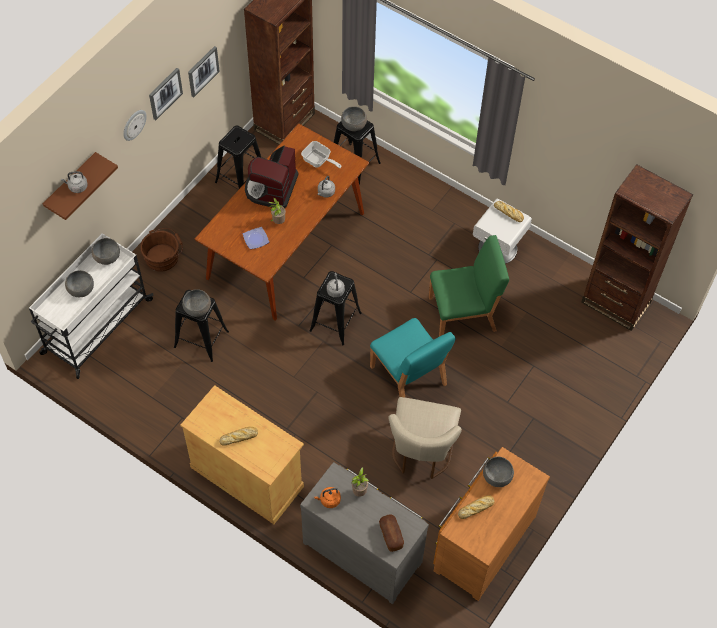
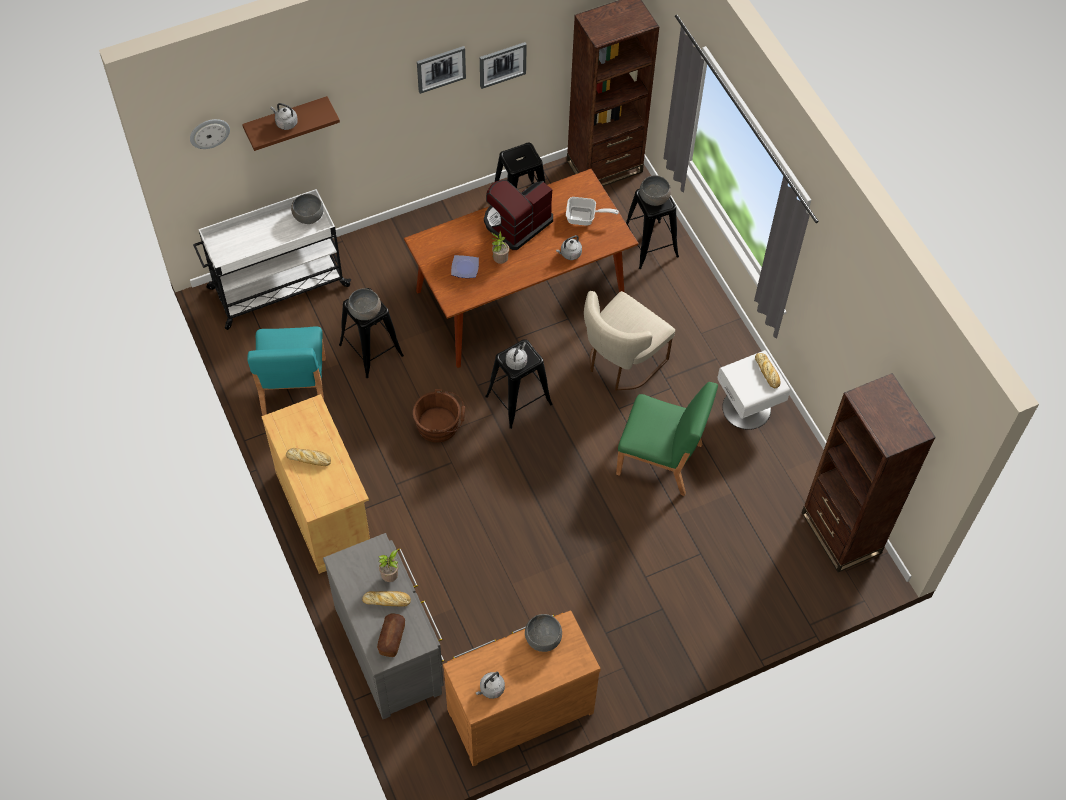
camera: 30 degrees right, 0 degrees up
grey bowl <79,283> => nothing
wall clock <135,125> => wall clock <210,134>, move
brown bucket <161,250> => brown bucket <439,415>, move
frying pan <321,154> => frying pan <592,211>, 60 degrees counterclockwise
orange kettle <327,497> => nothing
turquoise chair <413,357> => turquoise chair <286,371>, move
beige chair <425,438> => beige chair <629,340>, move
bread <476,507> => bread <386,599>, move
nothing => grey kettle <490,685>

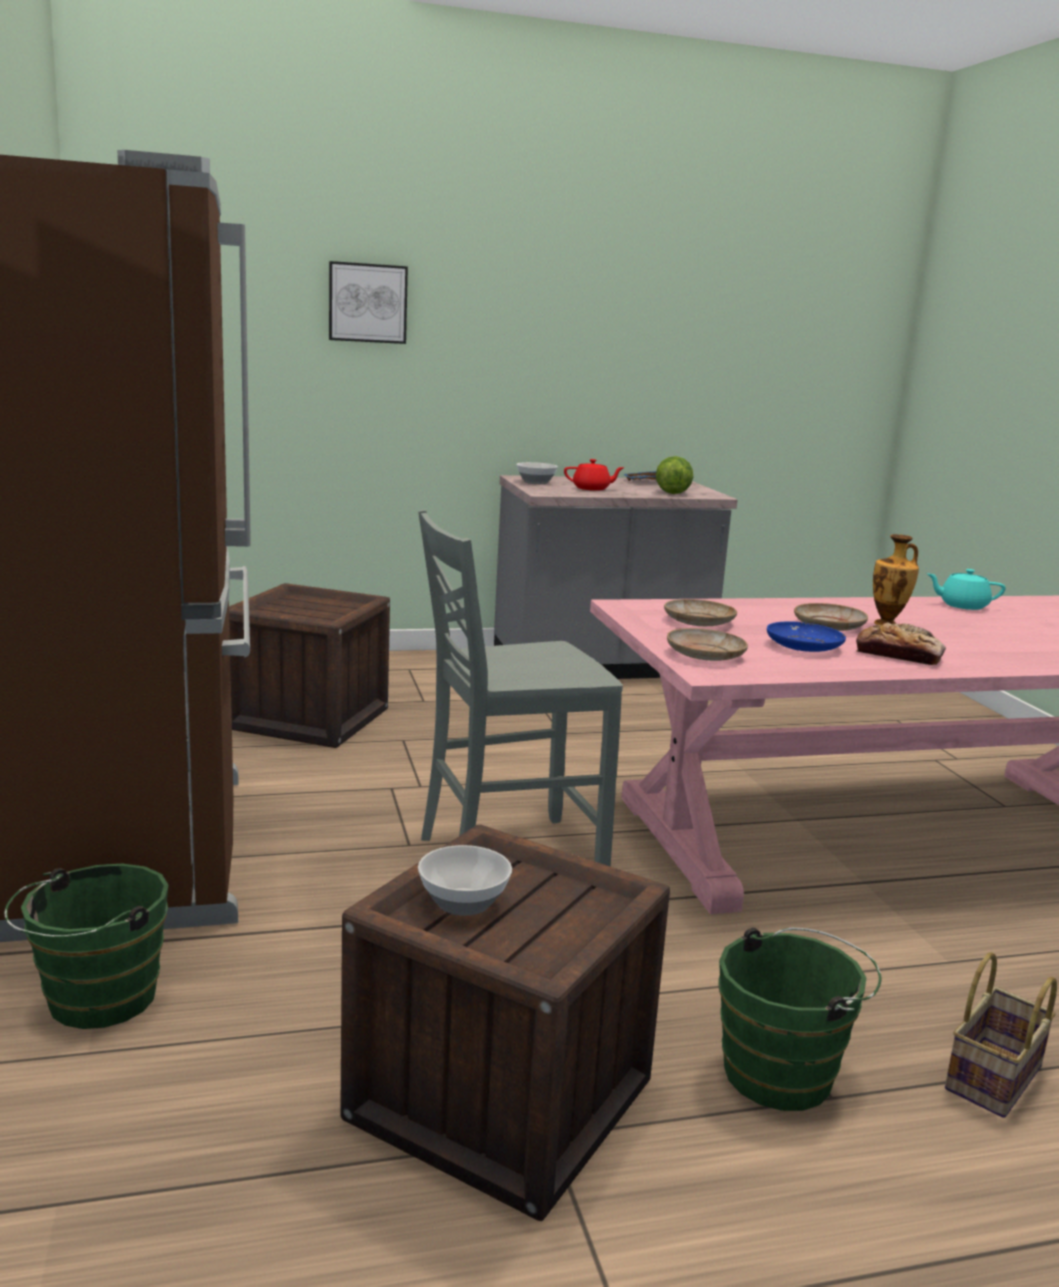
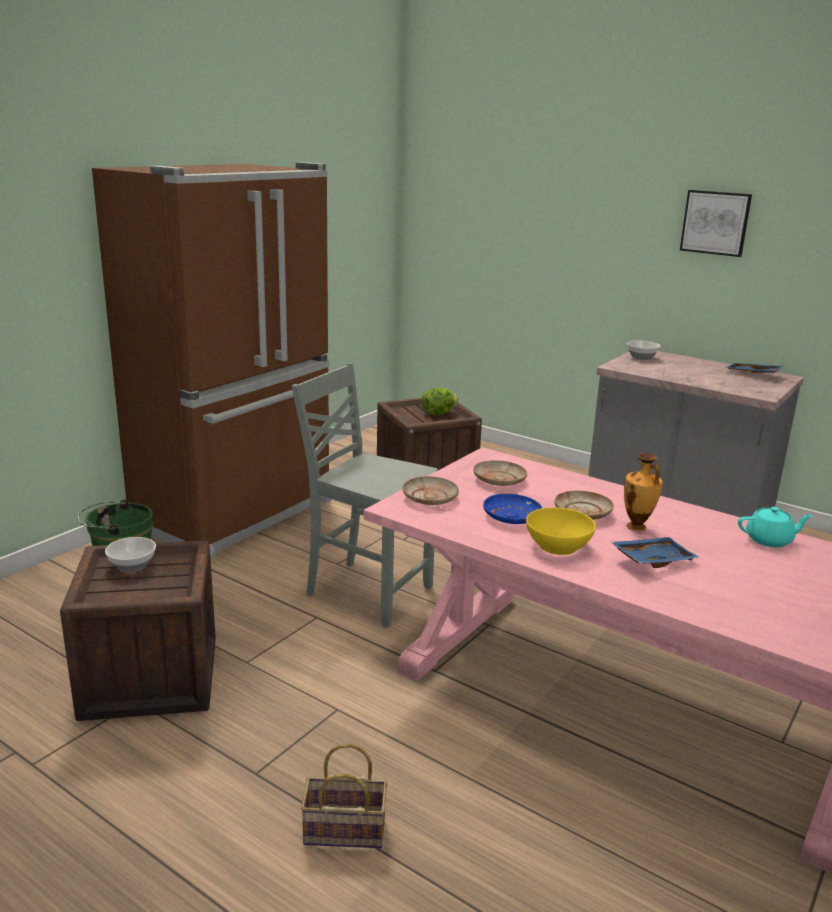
camera: 50 degrees right, 5 degrees up
picture <368,302> => picture <716,223>, move
red teapot <594,475> => nothing
lettuce <674,475> => lettuce <439,401>, move
green bucket <800,1019> => nothing
bread <901,643> => yellow bowl <561,531>
turquoise teapot <966,589> => turquoise teapot <775,527>, 120 degrees clockwise
nothing => blue tray <655,552>

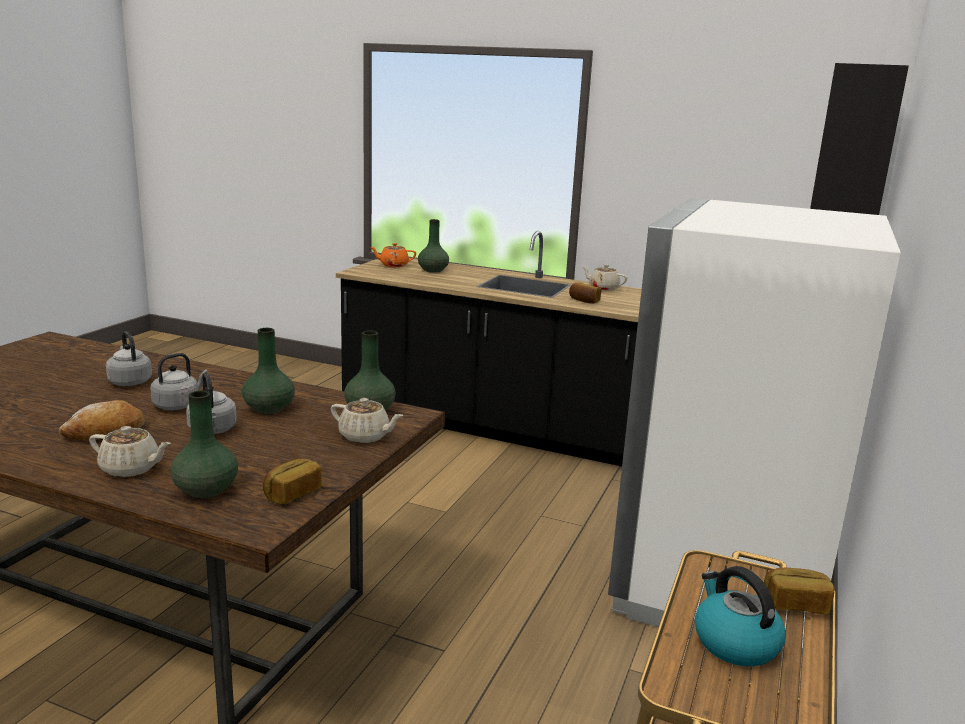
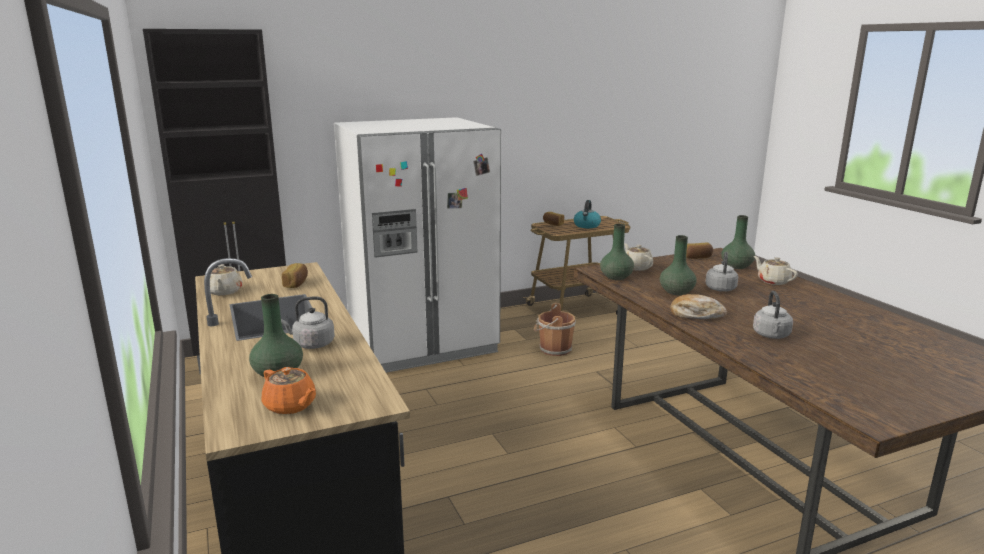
camera: 135 degrees left, 0 degrees up
bread <102,420> => bread <698,306>, move
grey kettle <179,381> => grey kettle <308,323>, move
nothing => brown bucket <555,329>

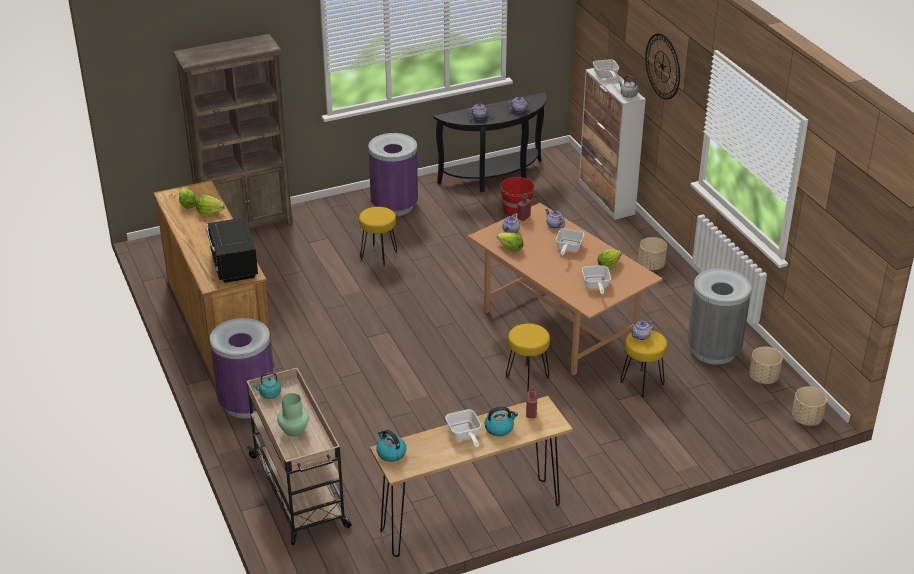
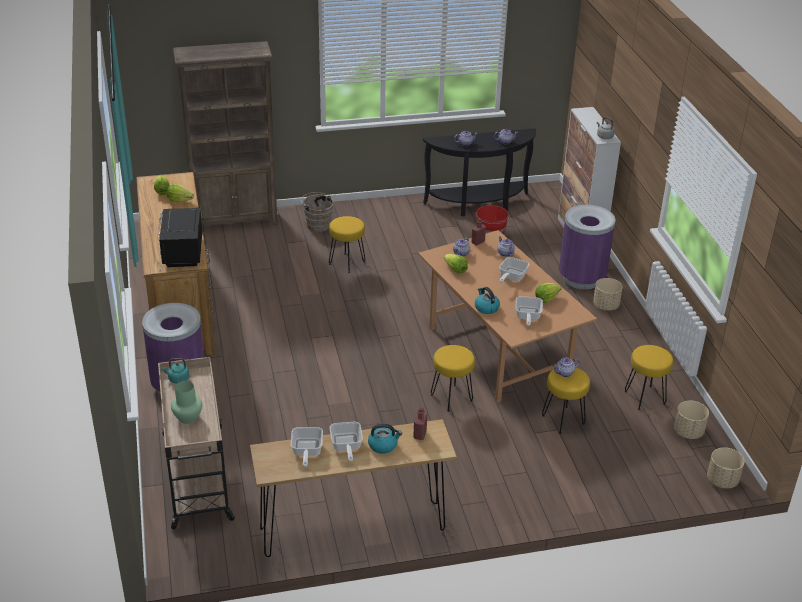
camera: 10 degrees right, 0 degrees up
purple trash can <393,174> => purple trash can <587,247>, move
kettle <391,446> => kettle <487,300>, move
frying pan <606,69> => frying pan <307,447>, move
wall clock <662,66> => nothing
grey trash can <719,317> => yellow stool <648,377>
nothing => brown bucket <317,212>

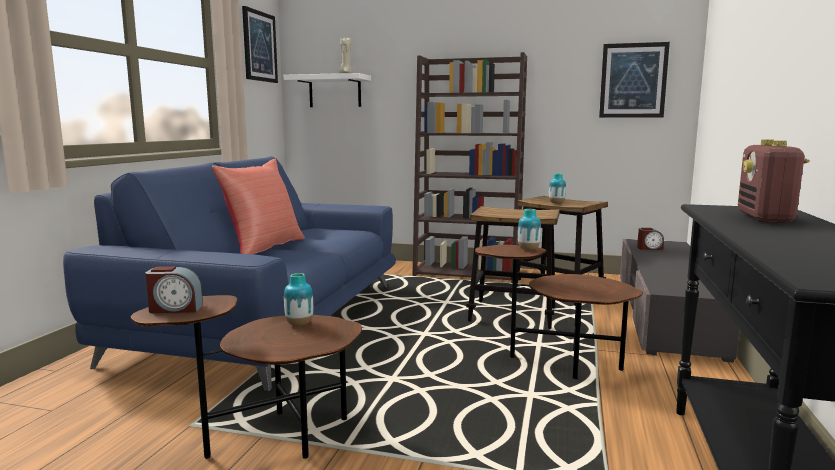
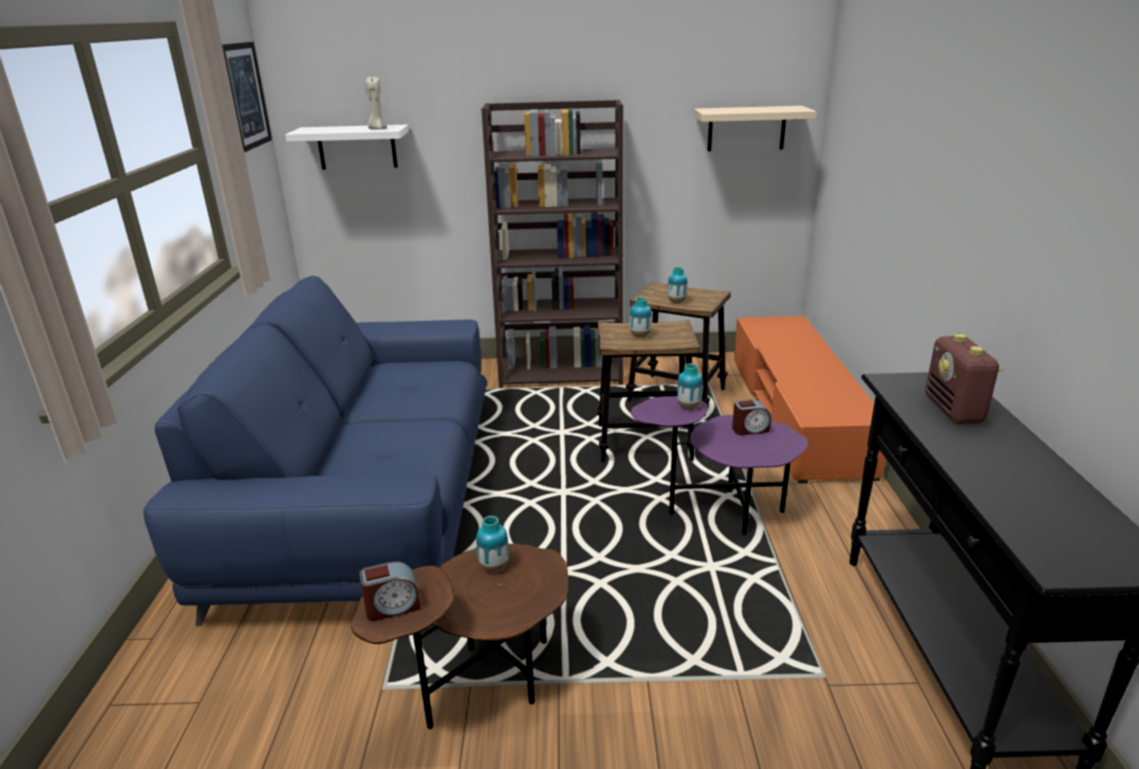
camera: 15 degrees left, 15 degrees up
red pillow <258,207> => nothing
brown side table <559,312> => purple side table <719,465>
picture <634,80> => beige shelf <755,128>
grey tv stand <679,301> => orange tv stand <810,399>
alarm clock <650,239> => alarm clock <751,417>, move
nothing => vase <641,317>

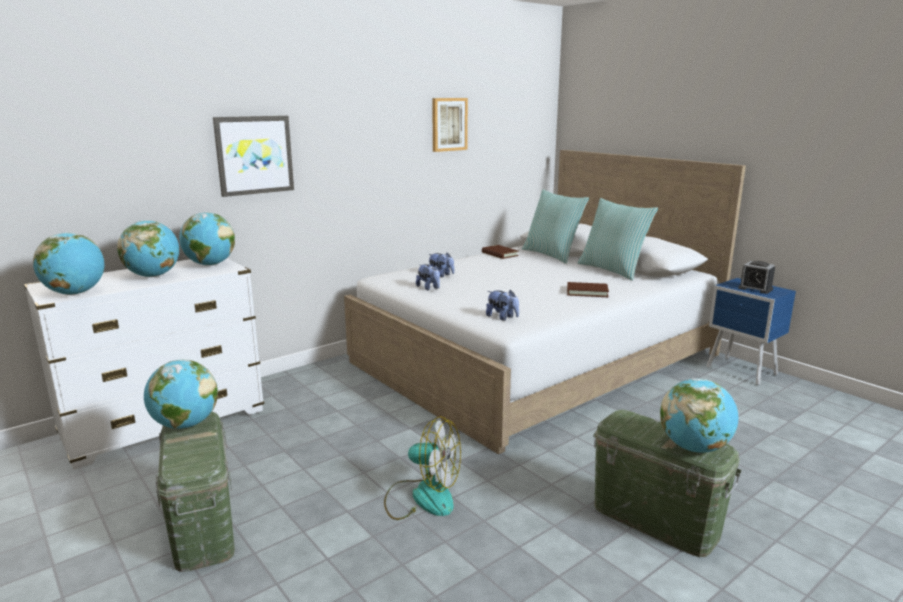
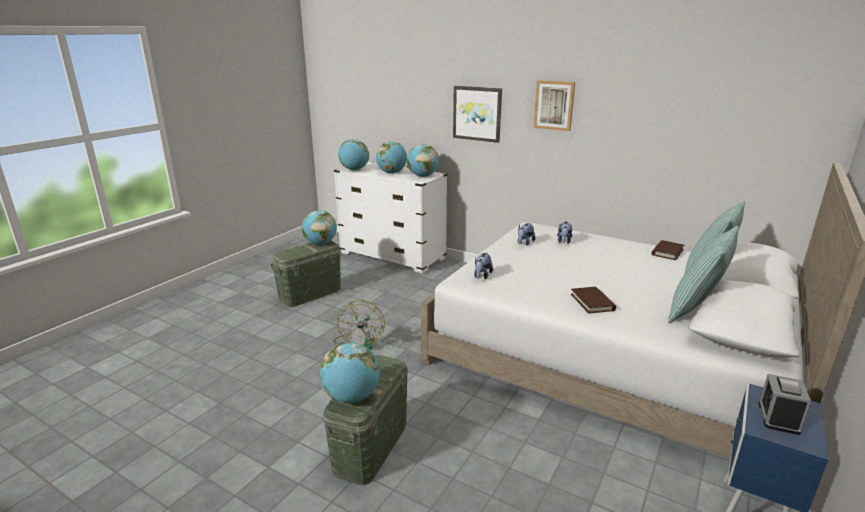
camera: 70 degrees right, 5 degrees up
picture <450,125> => picture <554,105>, move

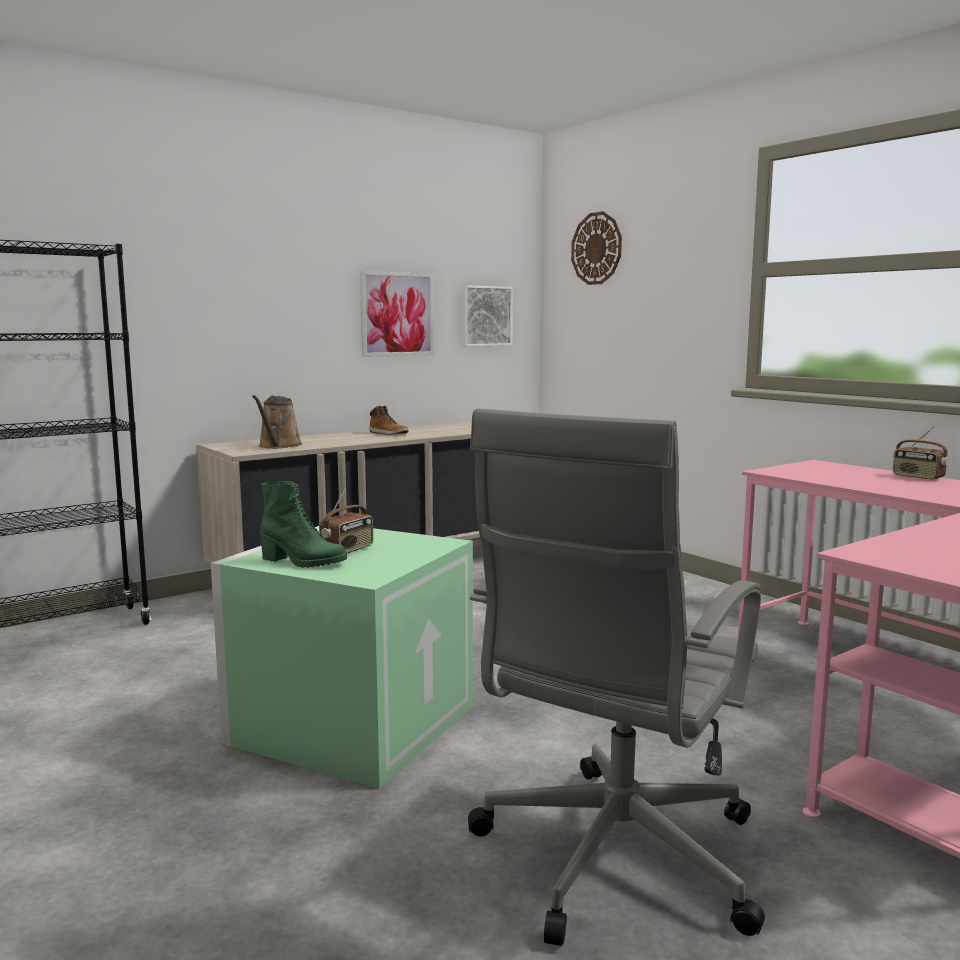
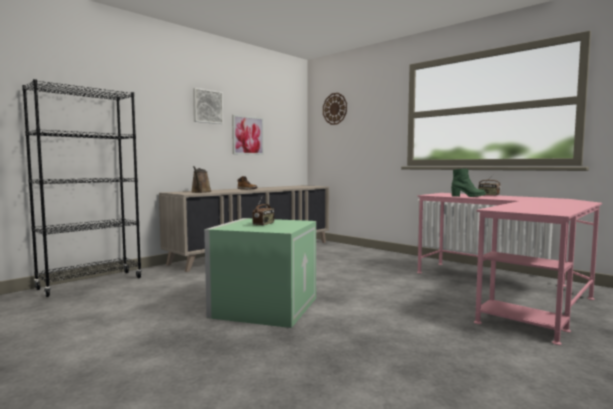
camera: 10 degrees left, 5 degrees down
green boot <303,524> => green boot <468,182>, move
picture <487,316> => picture <208,106>, move
grey office chair <616,677> => nothing

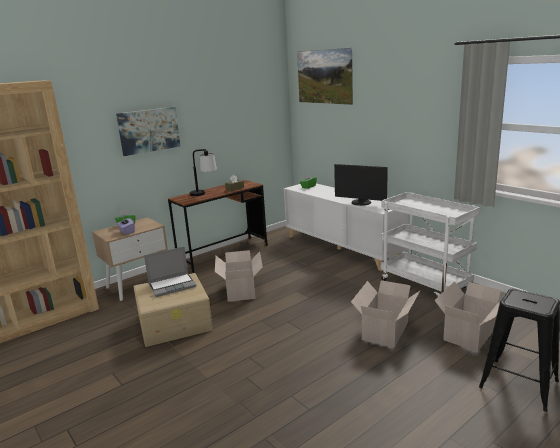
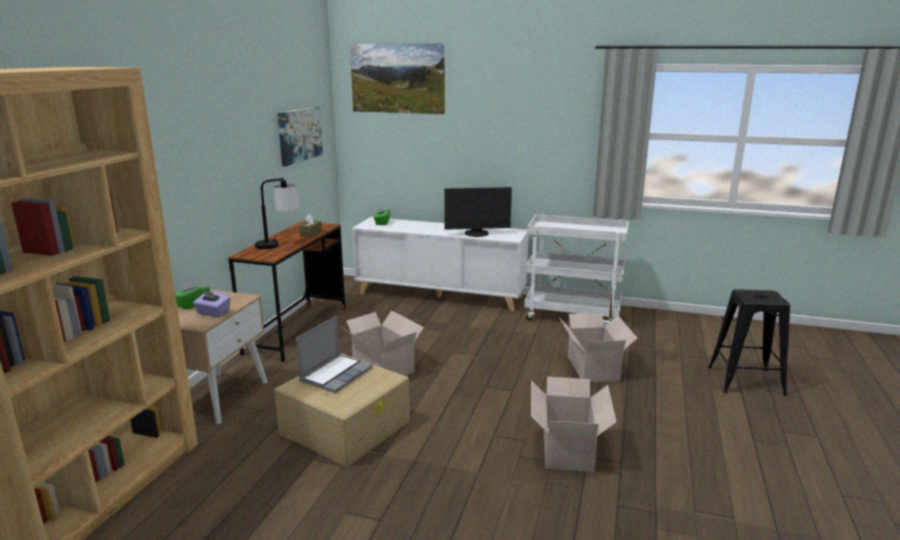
camera: 35 degrees left, 0 degrees up
picture <148,131> => picture <300,136>, move
cardboard box <467,316> => cardboard box <574,424>, move

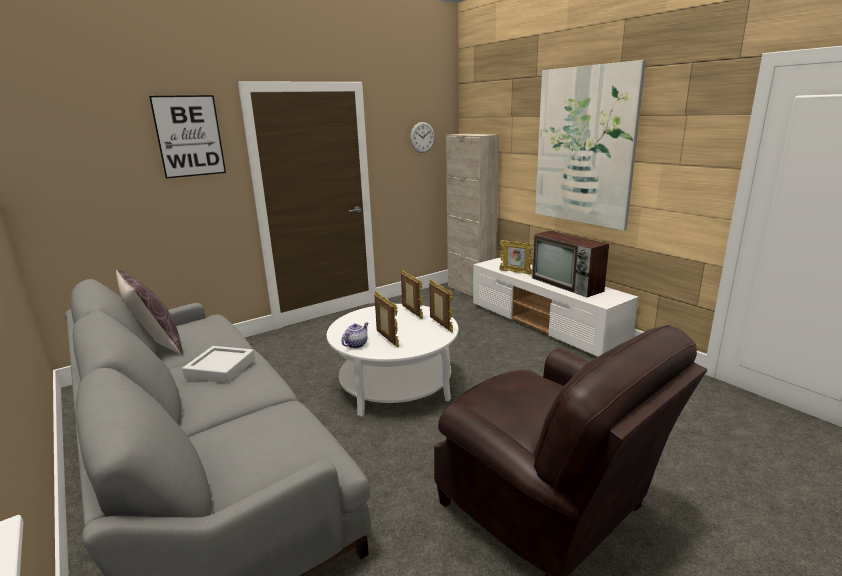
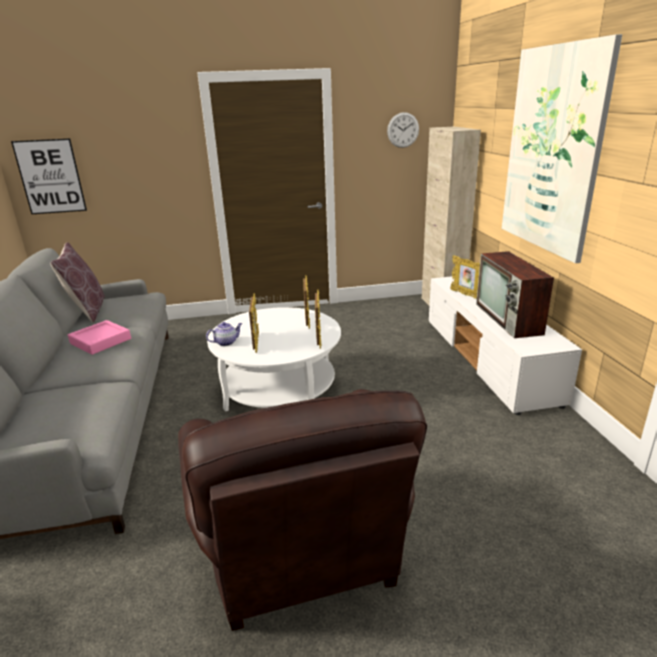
camera: 25 degrees right, 5 degrees up
picture <187,136> => picture <49,176>, move
grey tray <218,364> => pink tray <99,337>

